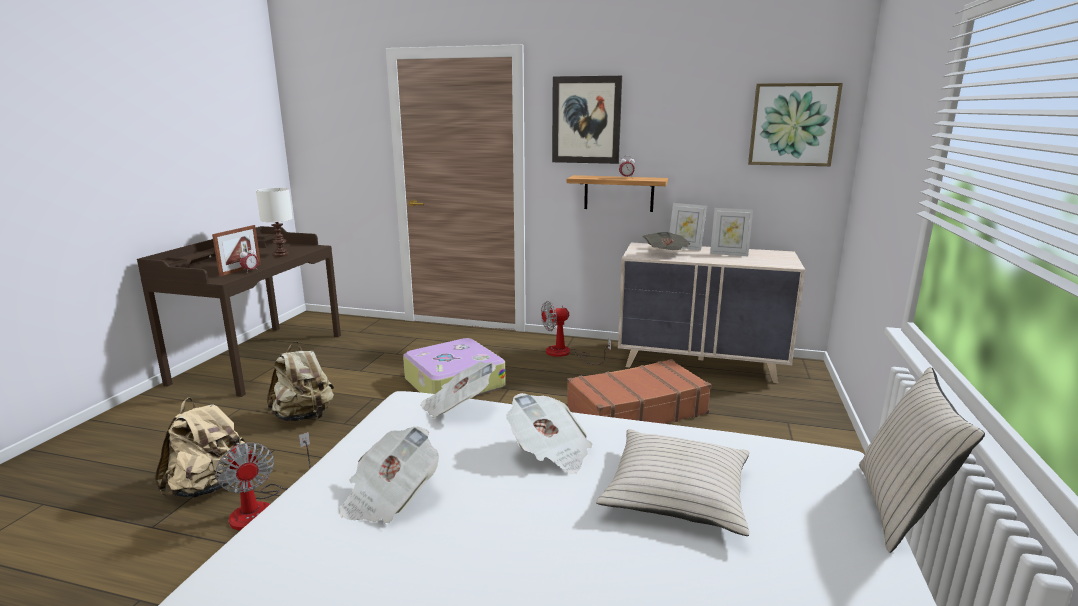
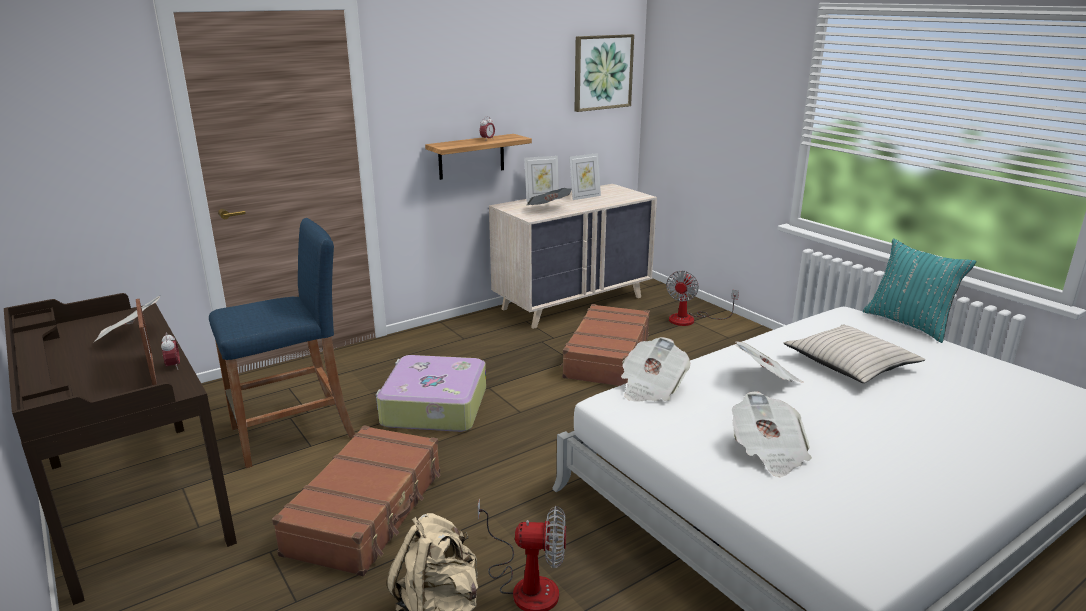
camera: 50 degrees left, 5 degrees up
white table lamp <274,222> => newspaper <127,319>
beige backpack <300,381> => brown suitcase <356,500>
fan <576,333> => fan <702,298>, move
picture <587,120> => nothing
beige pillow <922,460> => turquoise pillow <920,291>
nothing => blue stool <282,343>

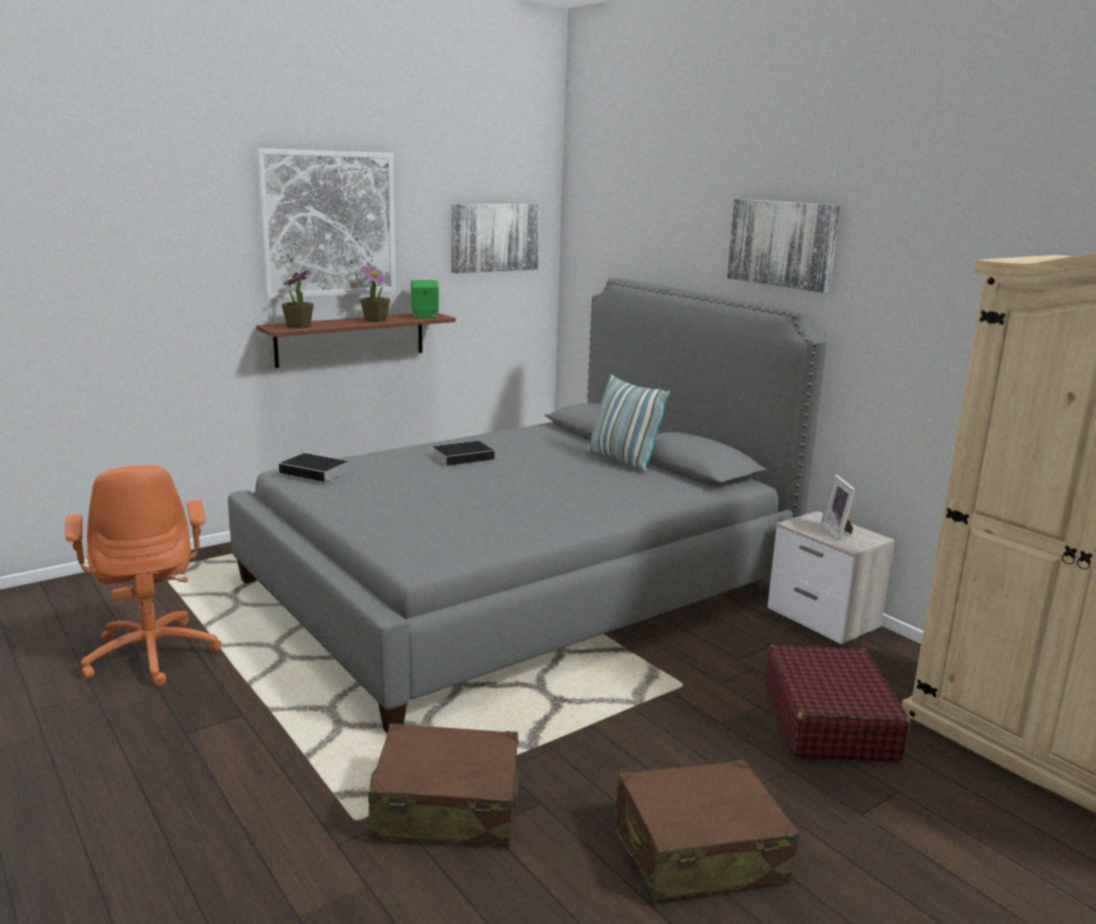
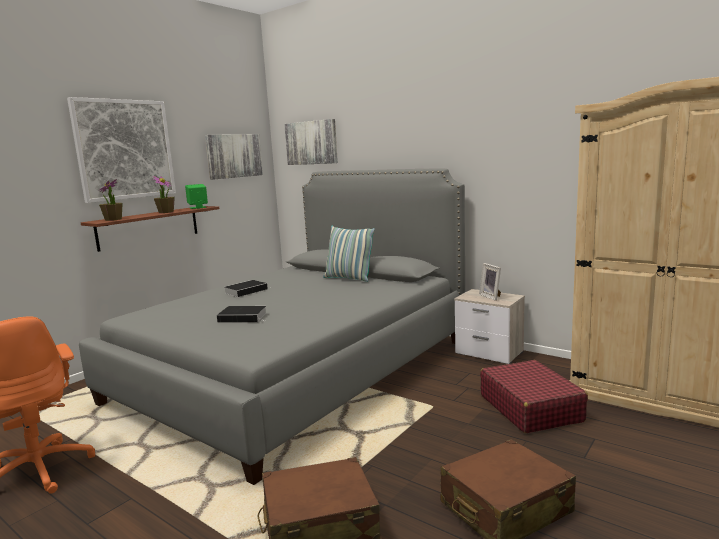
camera: 15 degrees left, 5 degrees down
book <313,468> => book <242,314>, move
picture <783,246> => picture <311,142>, move

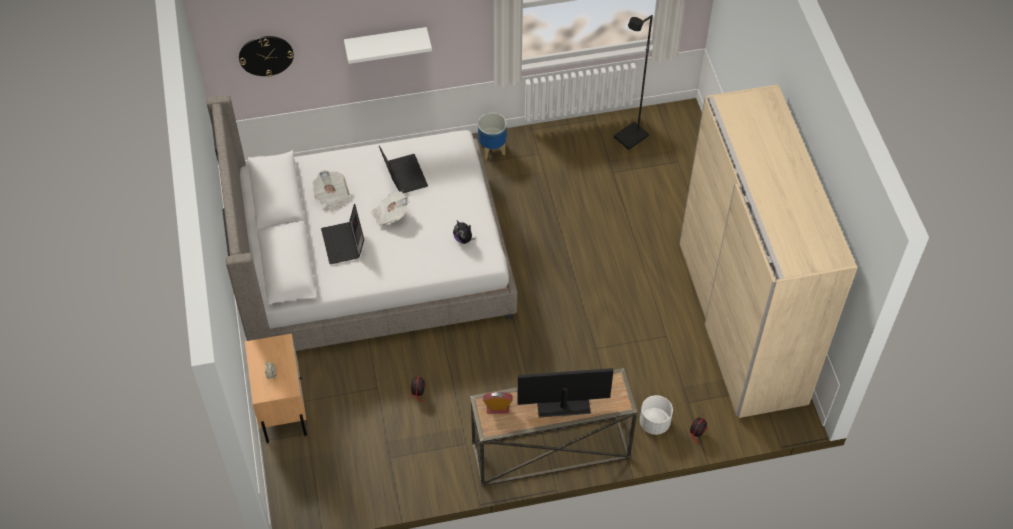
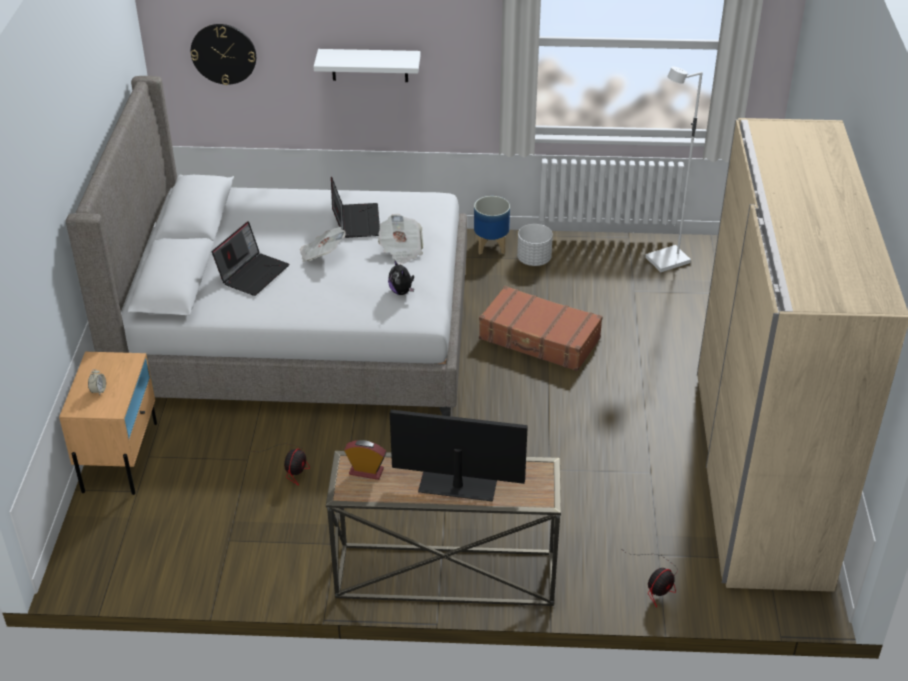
camera: 15 degrees right, 15 degrees down
newspaper <332,191> => newspaper <401,239>, move
laptop <342,234> => laptop <250,258>, 150 degrees counterclockwise
black floor lamp <633,82> => white floor lamp <674,169>
white planter <656,415> => white planter <535,245>, move
nothing => brown suitcase <541,328>

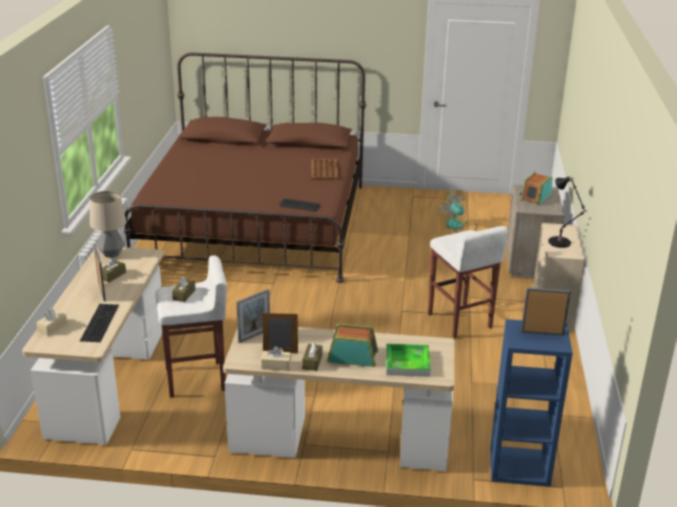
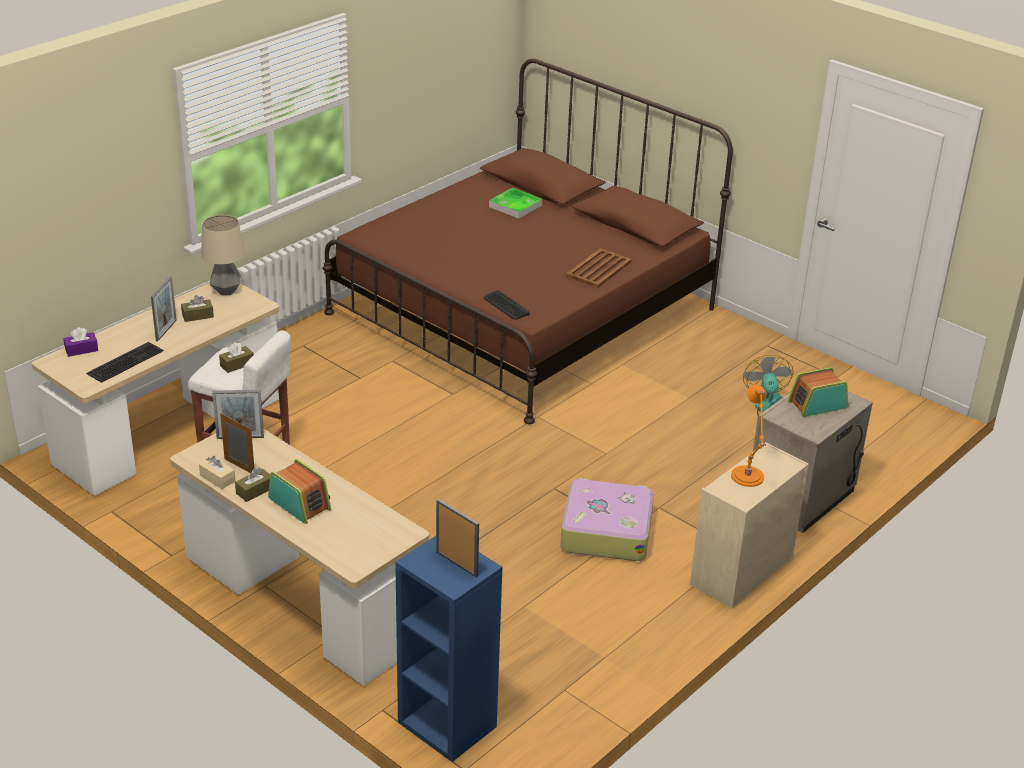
camera: 35 degrees right, 5 degrees up
beige tissue box <51,322> => purple tissue box <80,342>
tray <408,360> => tray <515,203>, move
white stool <468,282> => suitcase <607,519>
black table lamp <567,212> => orange table lamp <748,436>

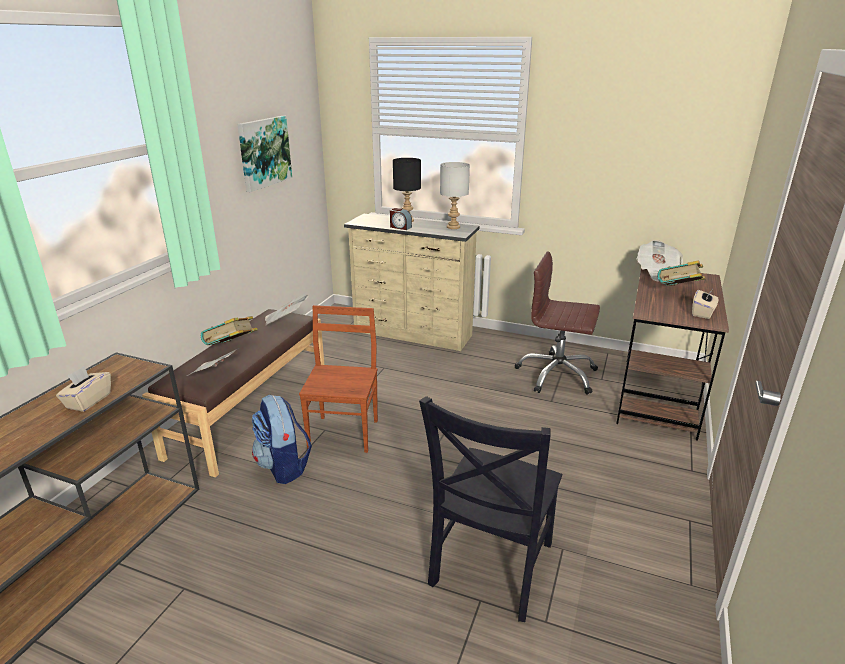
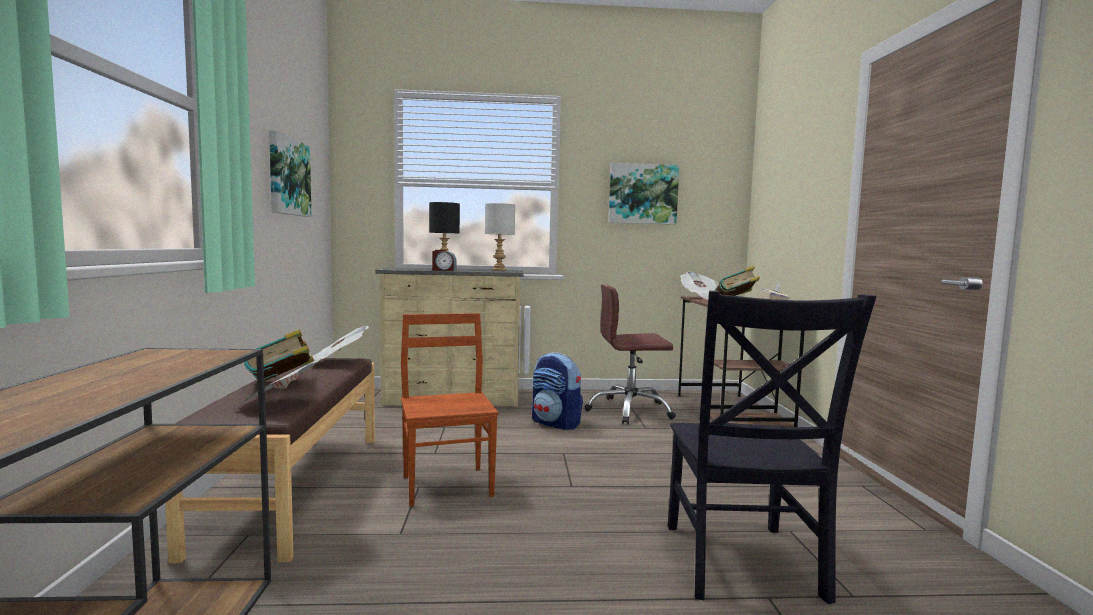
camera: 25 degrees left, 20 degrees down
beige tissue box <83,389> => nothing
backpack <282,439> => backpack <557,391>, move
nothing => picture <644,194>

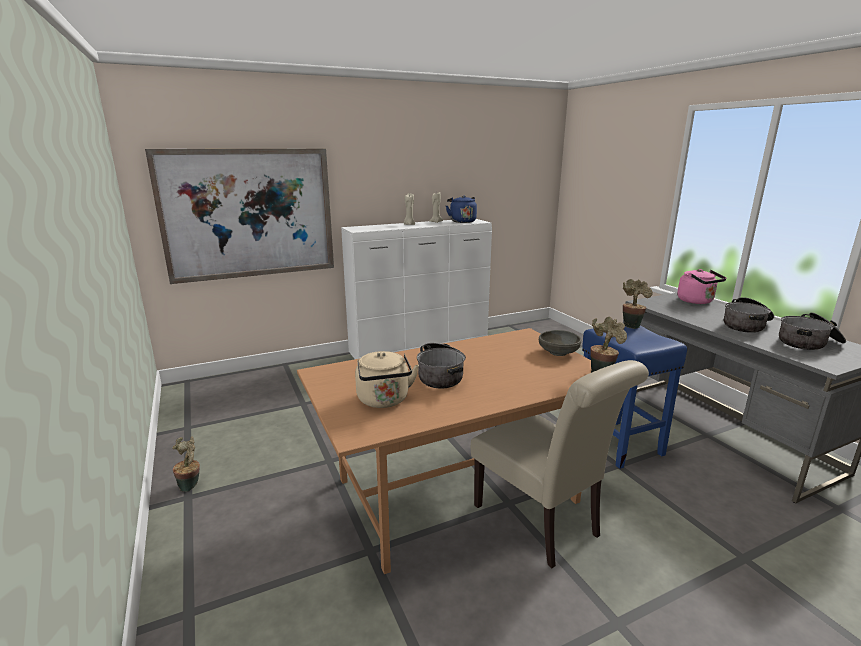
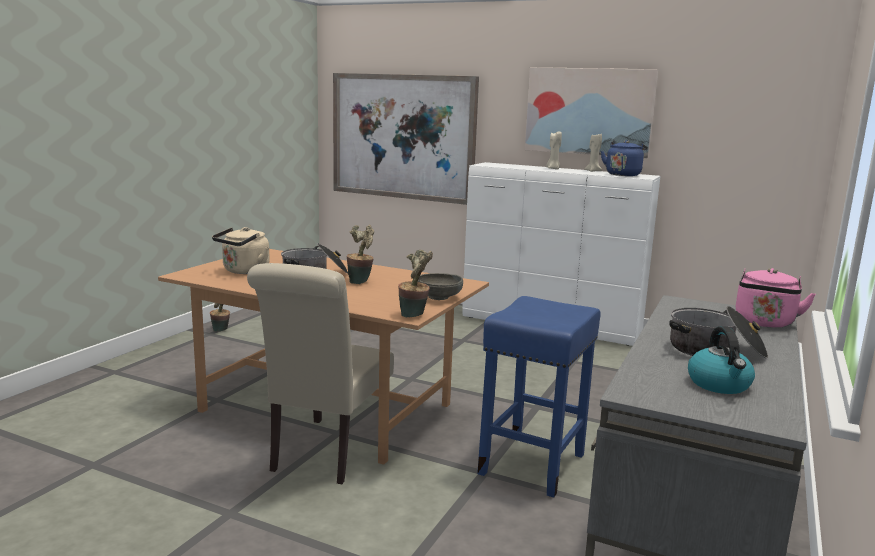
camera: 50 degrees right, 5 degrees down
potted plant <638,304> => potted plant <360,254>, move
cooking pot <812,331> => kettle <721,360>
nothing => picture <591,112>

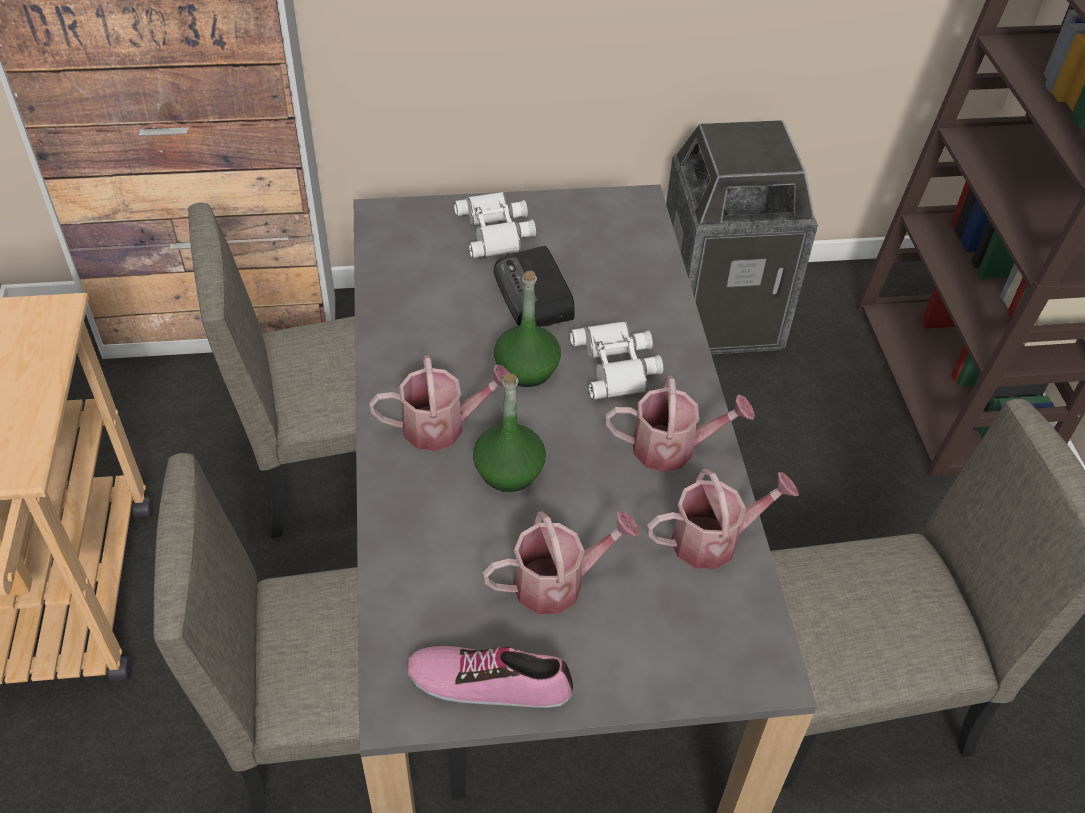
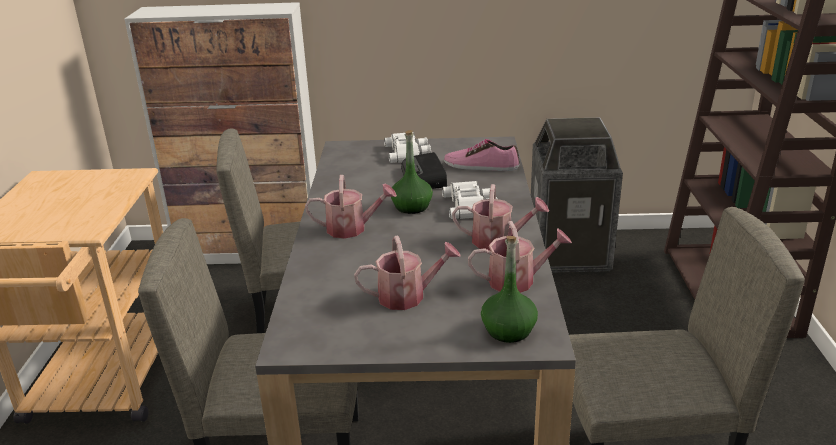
camera: 10 degrees right, 20 degrees down
shoe <490,677> => shoe <482,155>, move
green bottle <509,433> => green bottle <509,289>, move

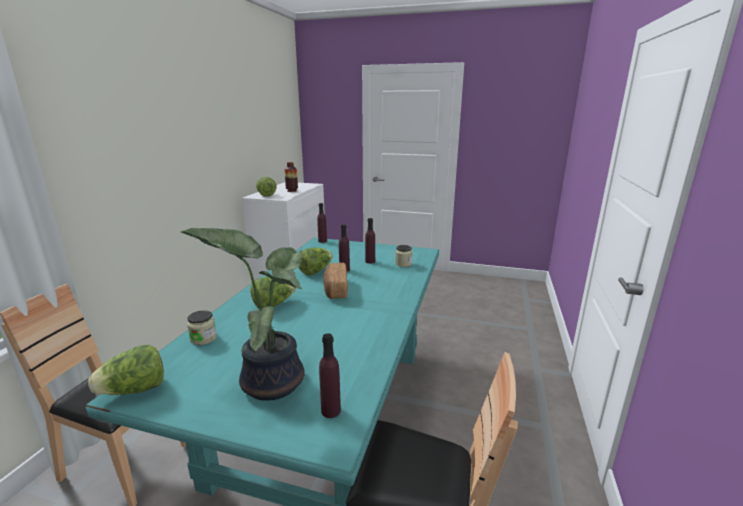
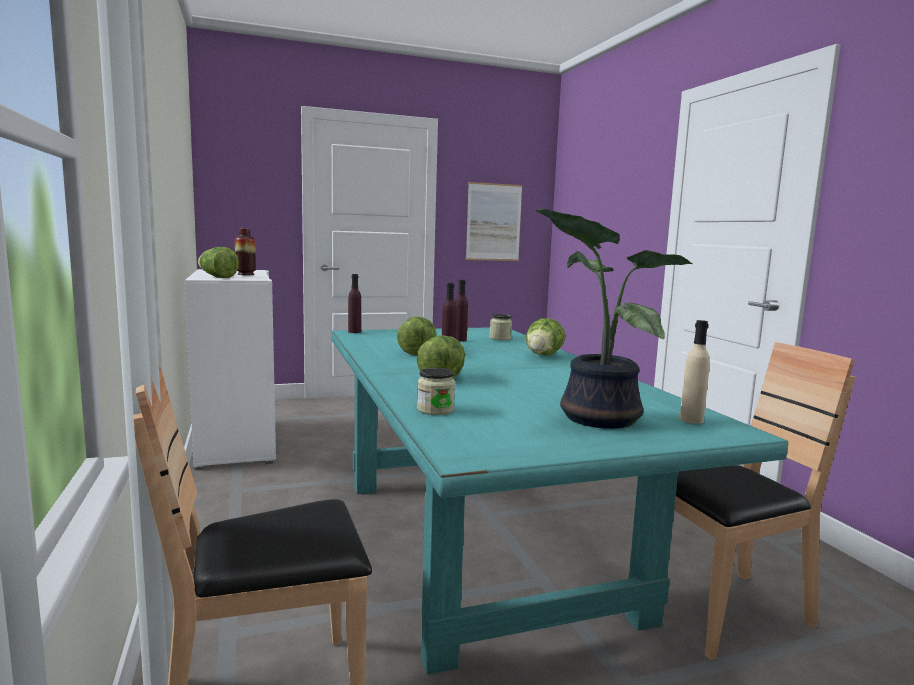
camera: 35 degrees left, 10 degrees down
lettuce <126,370> => lettuce <545,336>, move
purple bottle <330,375> => beige bottle <695,372>
bread <335,281> => nothing
nothing => picture <494,221>

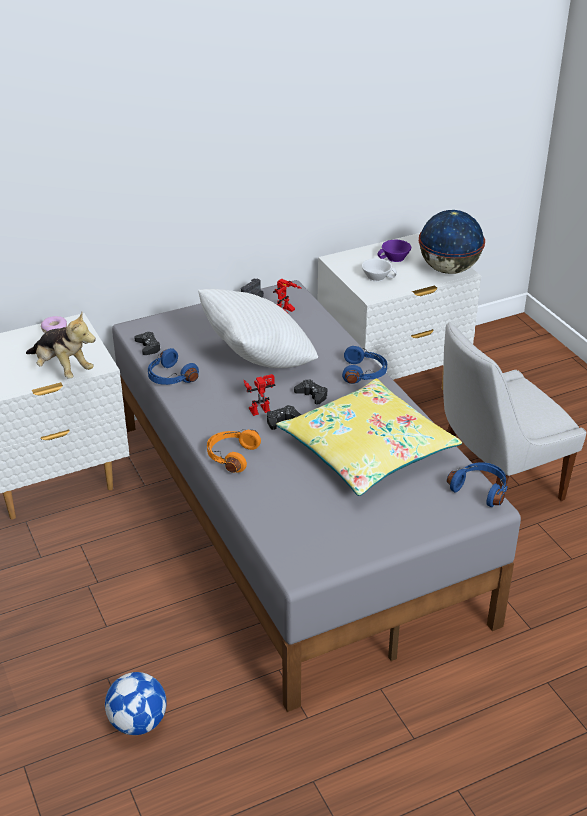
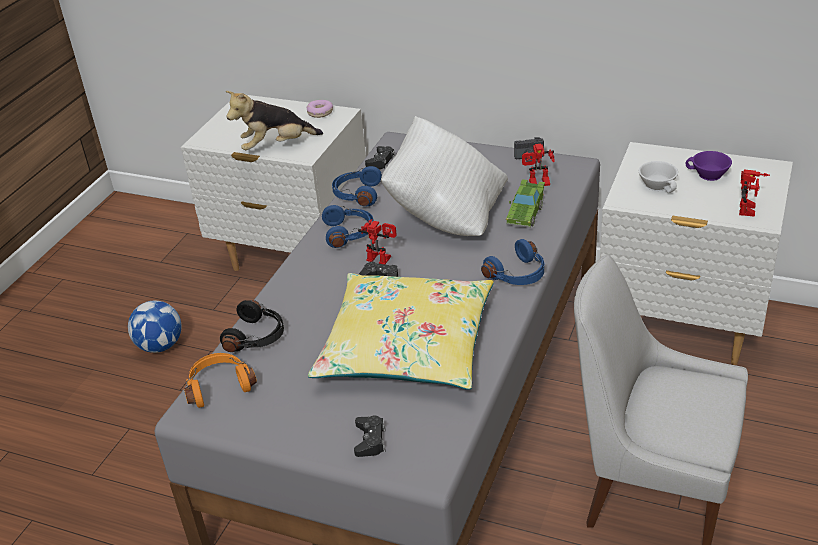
camera: 50 degrees right, 0 degrees up
plush toy <61,346> => plush toy <274,120>, 75 degrees clockwise
football <136,703> => football <154,327>, move
orange headphones <234,451> => orange headphones <220,380>, move
black game controller <311,392> => black game controller <370,436>, move
globe <452,242> => toy robot <754,193>
blue headphones <477,484> => blue headphones <348,226>, move
nothing => black headphones <252,326>
nothing => green toy car <525,203>

